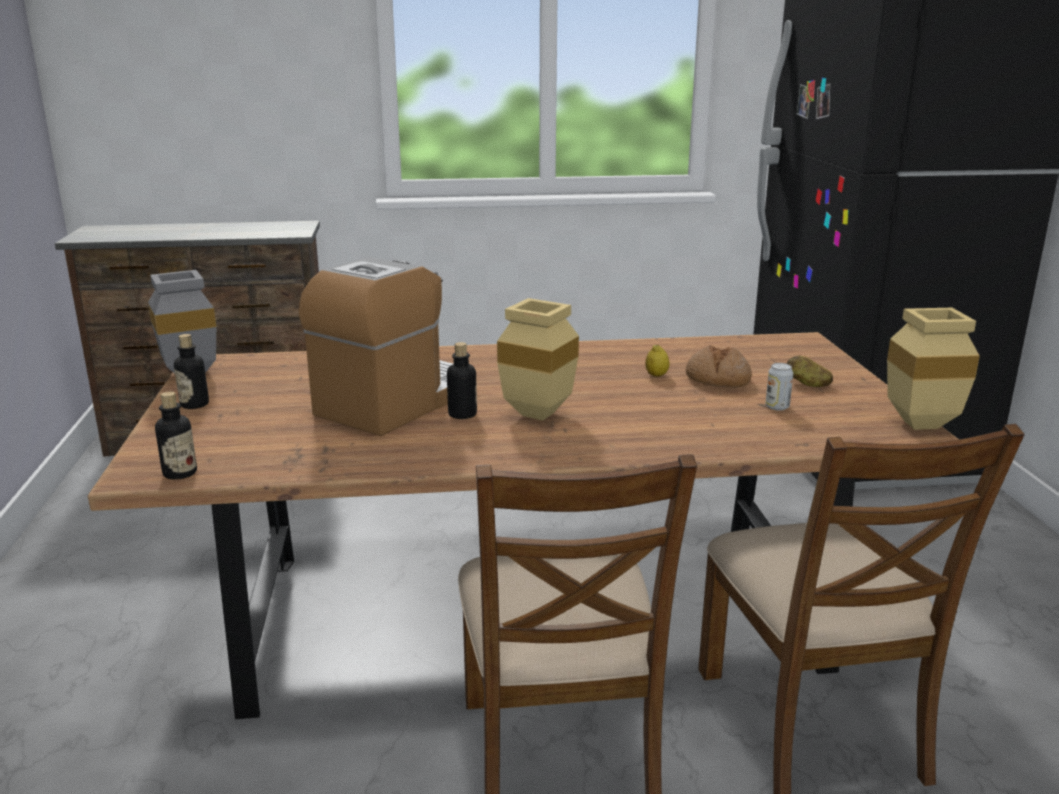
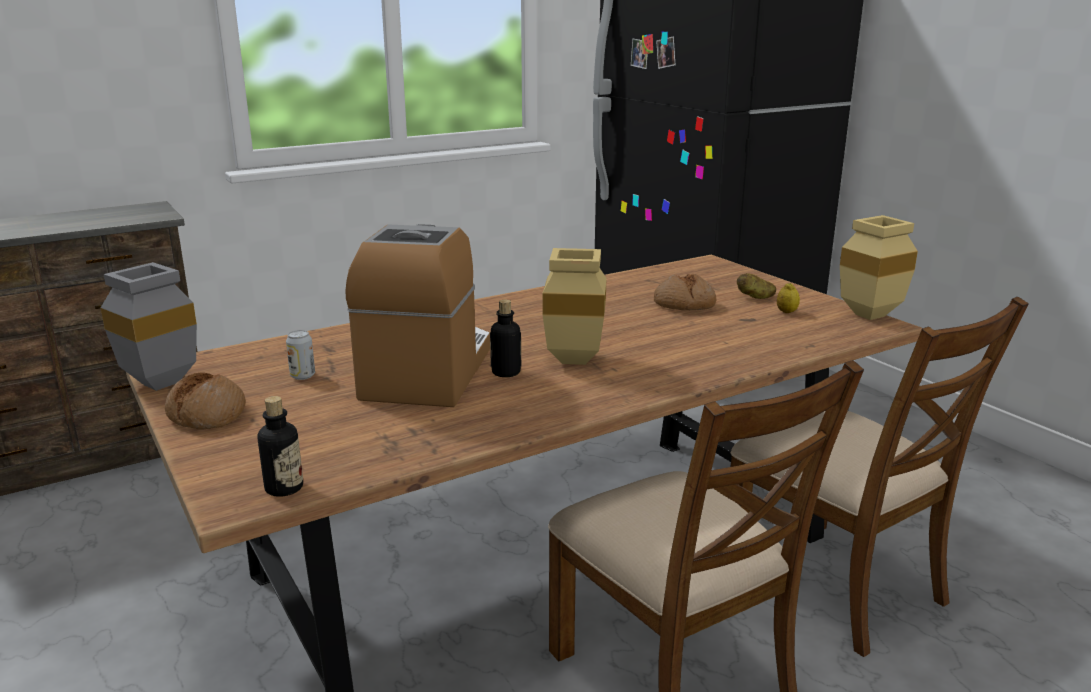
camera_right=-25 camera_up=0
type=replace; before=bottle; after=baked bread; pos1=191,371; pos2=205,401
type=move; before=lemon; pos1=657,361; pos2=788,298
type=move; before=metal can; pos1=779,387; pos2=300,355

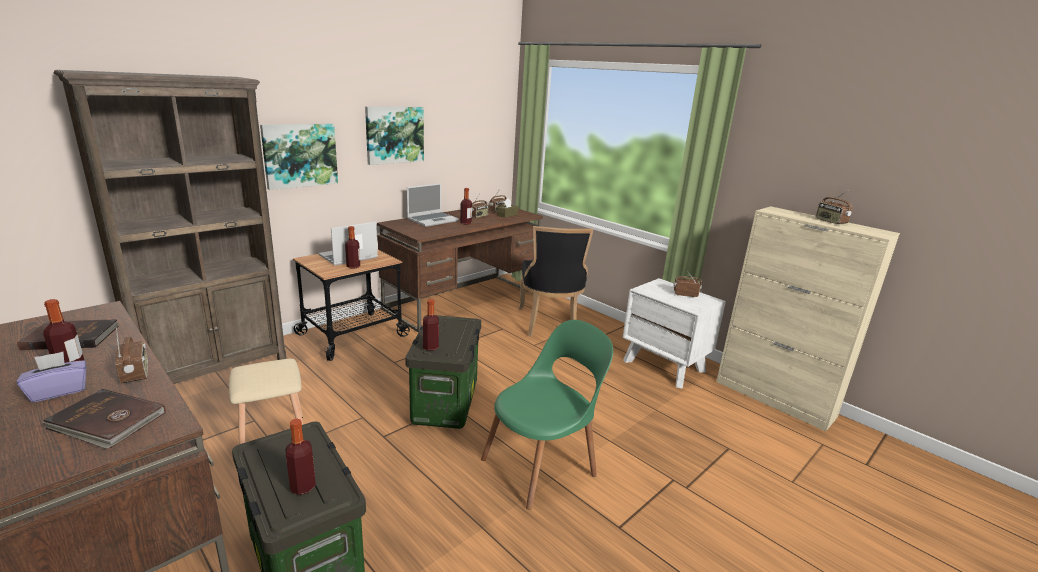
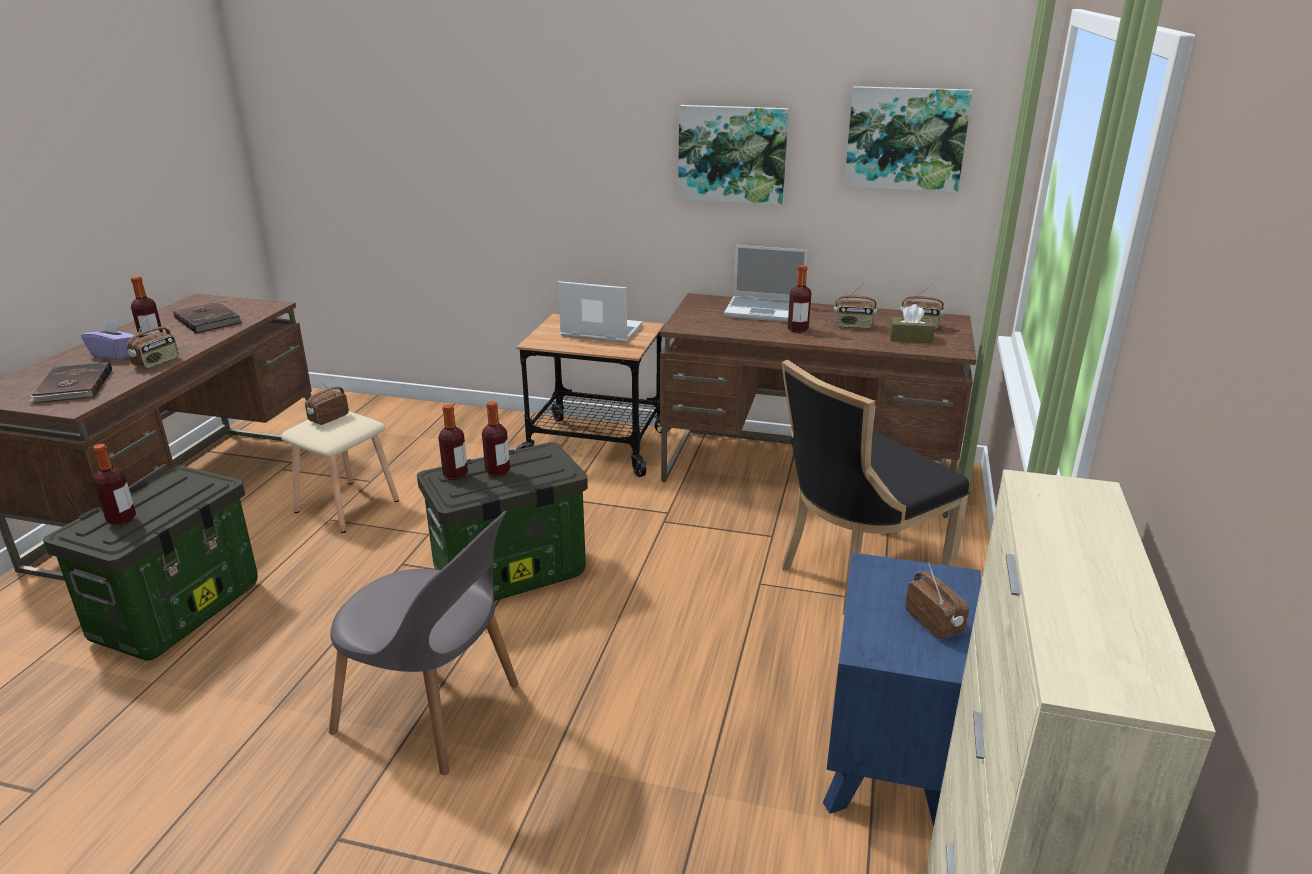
camera_right=60 camera_up=5
type=delete; before=bookcase in brownish; pos1=170,227
type=move; before=picture; pos1=299,156; pos2=908,139
type=move; before=radio; pos1=834,207; pos2=327,403
type=move; before=bottle; pos1=352,247; pos2=496,439
type=recolor; before=bedside table in whitish; after=bedside table in bluish; pos1=674,333; pos2=902,689
type=recolor; before=chair in green; after=chair in gray; pos1=547,415; pos2=423,643

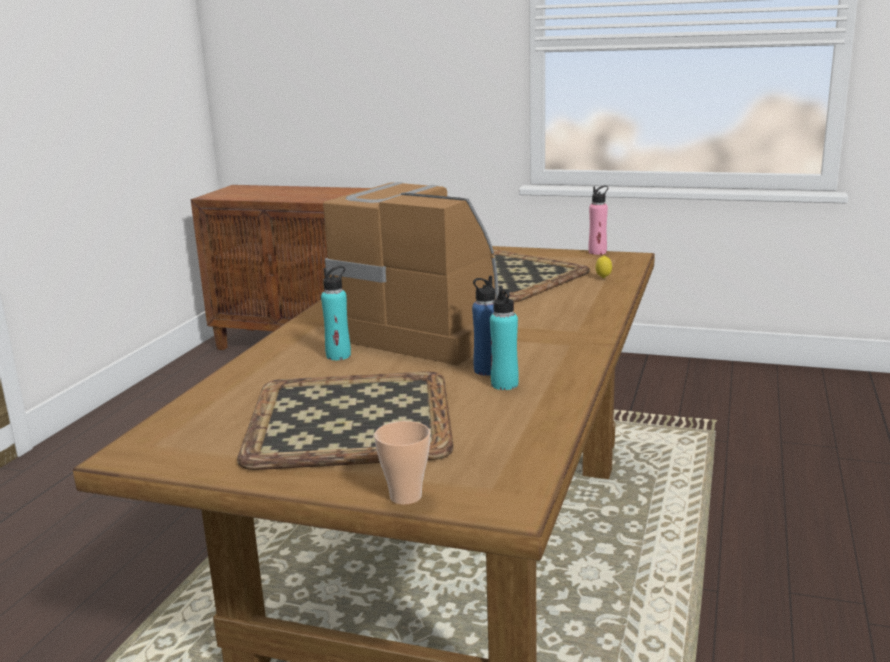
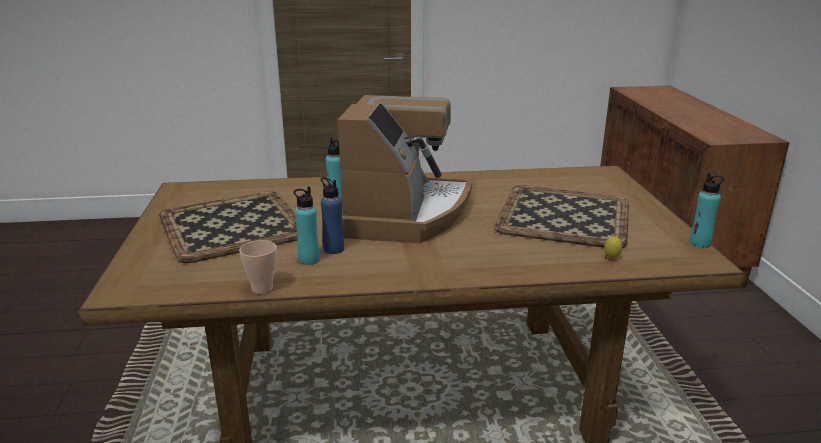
camera_right=65 camera_up=5
type=recolor; before=bottle in pink; after=bottle in blue-green; pos1=598,220; pos2=706,210
type=move; before=drinking cup; pos1=402,463; pos2=258,267

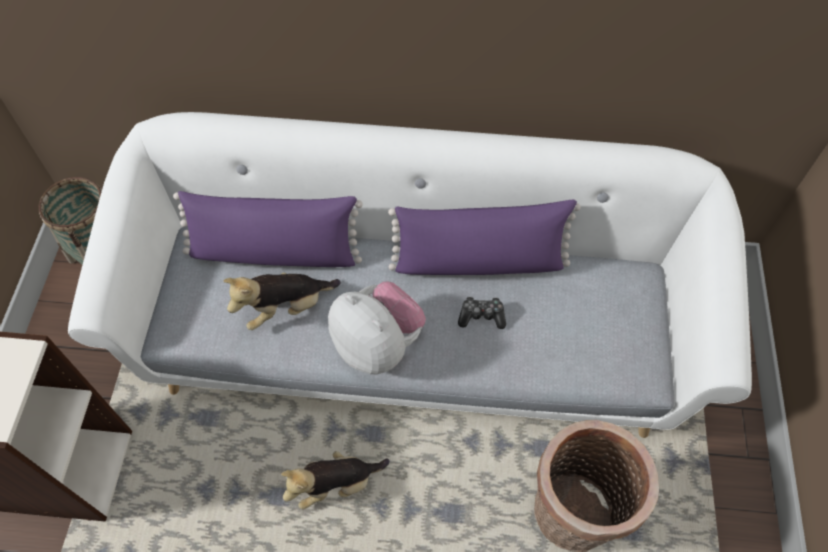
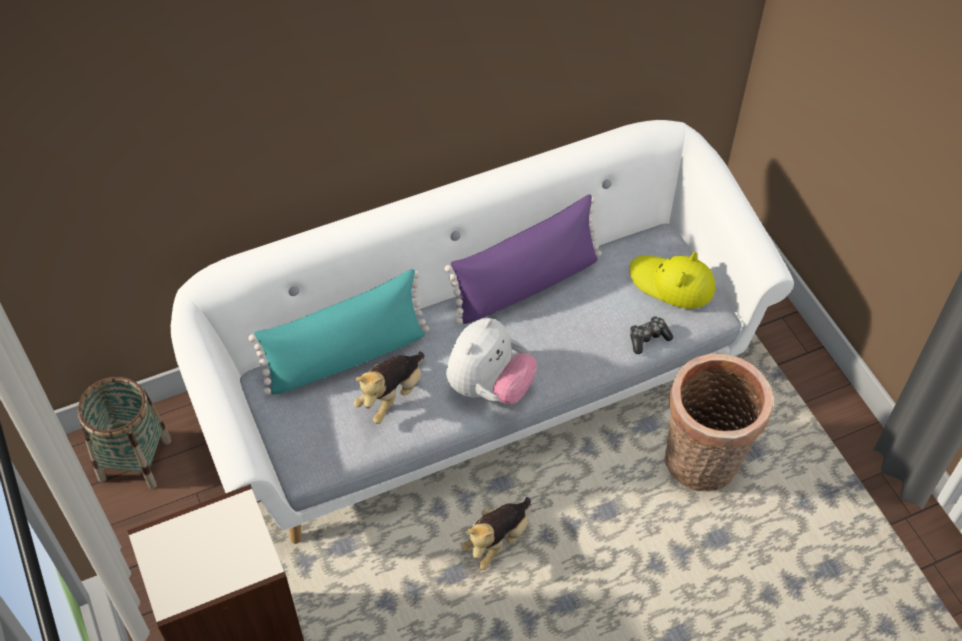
camera_right=-30 camera_up=-5
type=recolor; before=throw pillow in purple-coloured; after=throw pillow in blue-green; pos1=268,229; pos2=338,332
type=rotate; before=soft toy; pos1=377,327; pos2=491,361; turn=105
type=move; before=game controller; pos1=482,312; pos2=651,335
type=insert; after=hat in yellowish; pos2=672,280

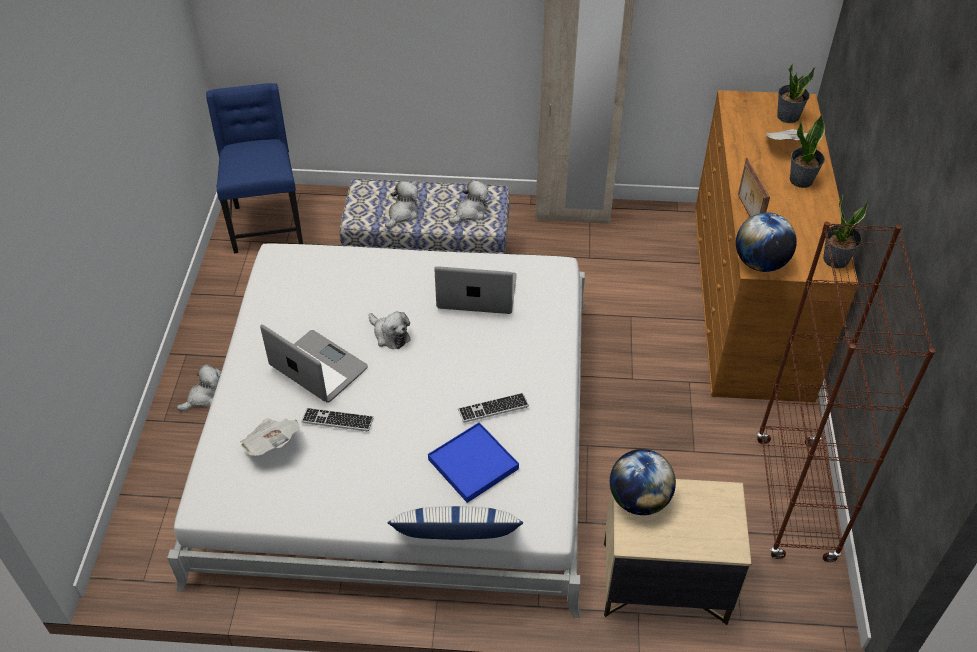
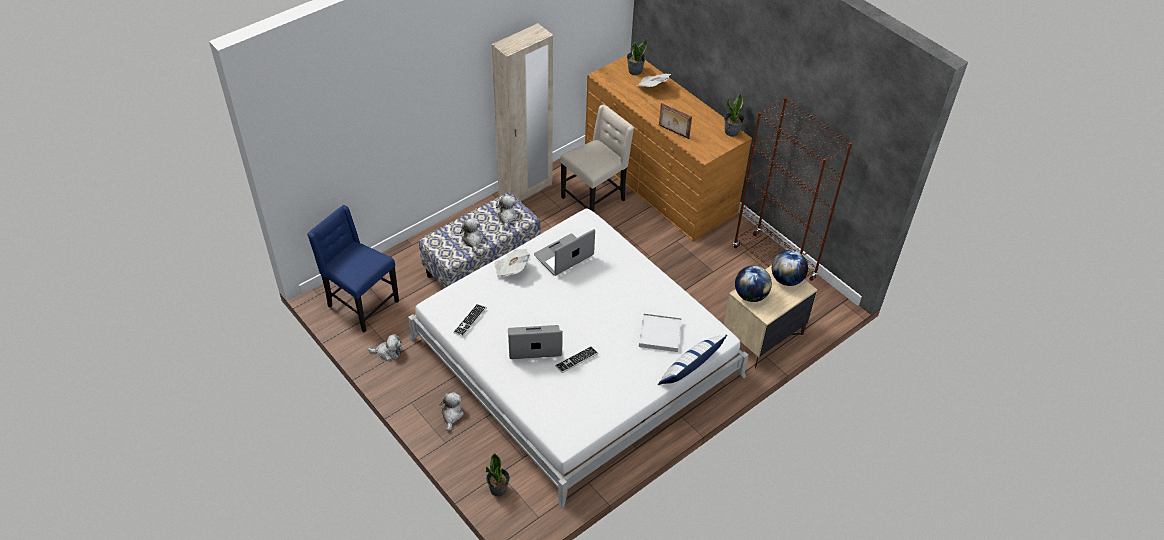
camera_right=-45 camera_up=0
type=move; before=potted plant; pos1=807,151; pos2=498,474
type=move; before=world globe; pos1=766,242; pos2=790,268
type=move; before=soft toy; pos1=389,330; pos2=384,347
type=move; before=PC keyboard; pos1=493,408; pos2=470,320
type=move; before=newspaper; pos1=270,437; pos2=512,263
type=recolor; before=carrying tray in bluish; after=carrying tray in whitish; pos1=473,462; pos2=660,332
type=insert; after=chair in beige-coloured; pos2=597,158

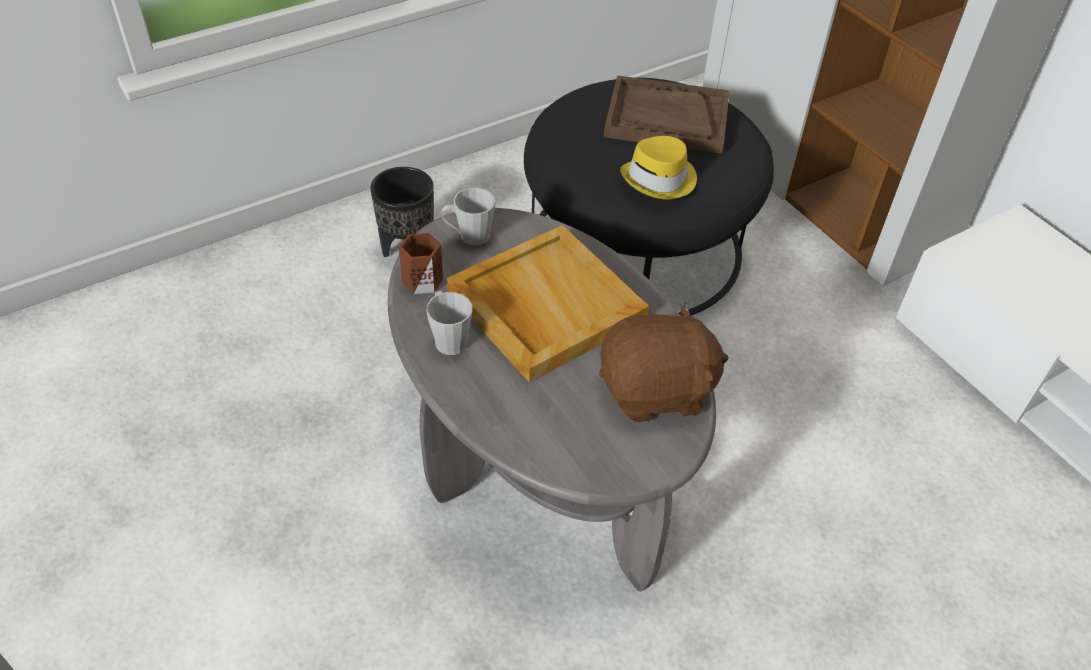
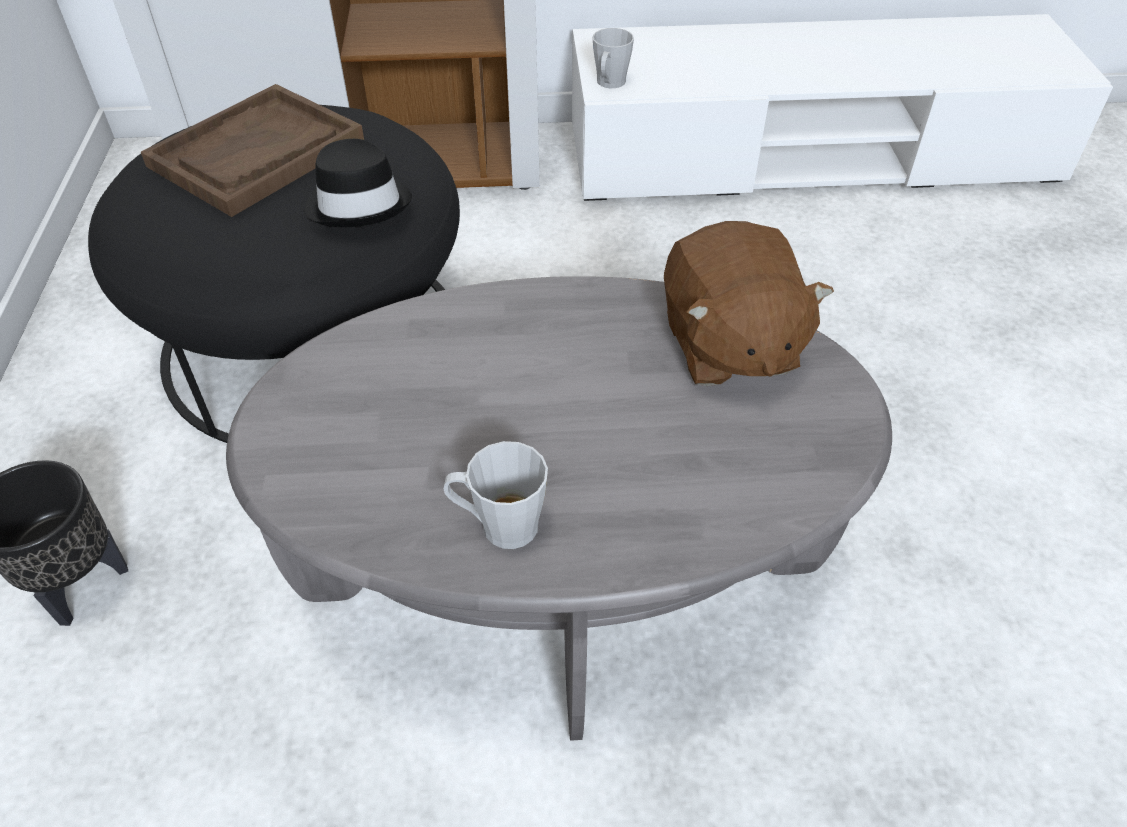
camera_right=-60 camera_up=0
type=recolor; before=hat in yellowish; after=hat in black; pos1=658,168; pos2=358,183
type=move; before=coffee mug in gray; pos1=468,216; pos2=613,58
type=delete; before=carrying tray in beige-coloured; pos1=548,304
type=delete; before=coffee mug in brownish; pos1=421,263
type=rotate; before=soft toy in brownish; pos1=664,362; pos2=749,303; turn=150

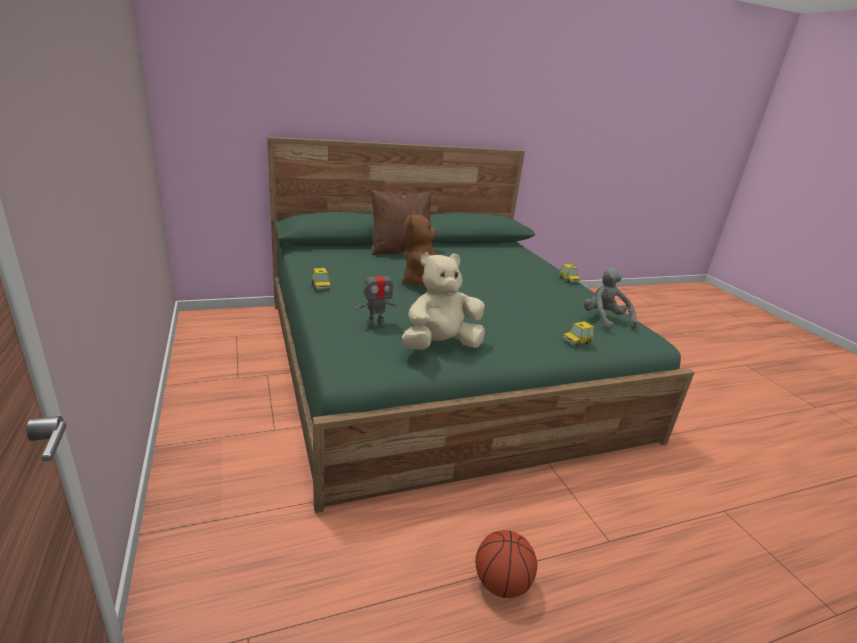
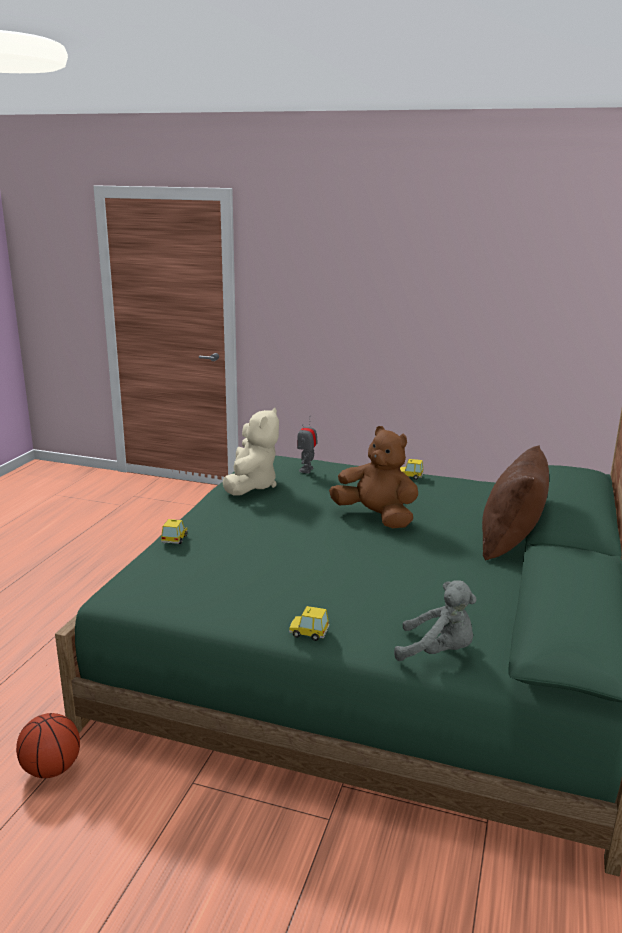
camera_right=130 camera_up=-5
type=move; before=soft toy in gray; pos1=610,299; pos2=435,620
type=move; before=ball for basketball; pos1=506,564; pos2=48,745

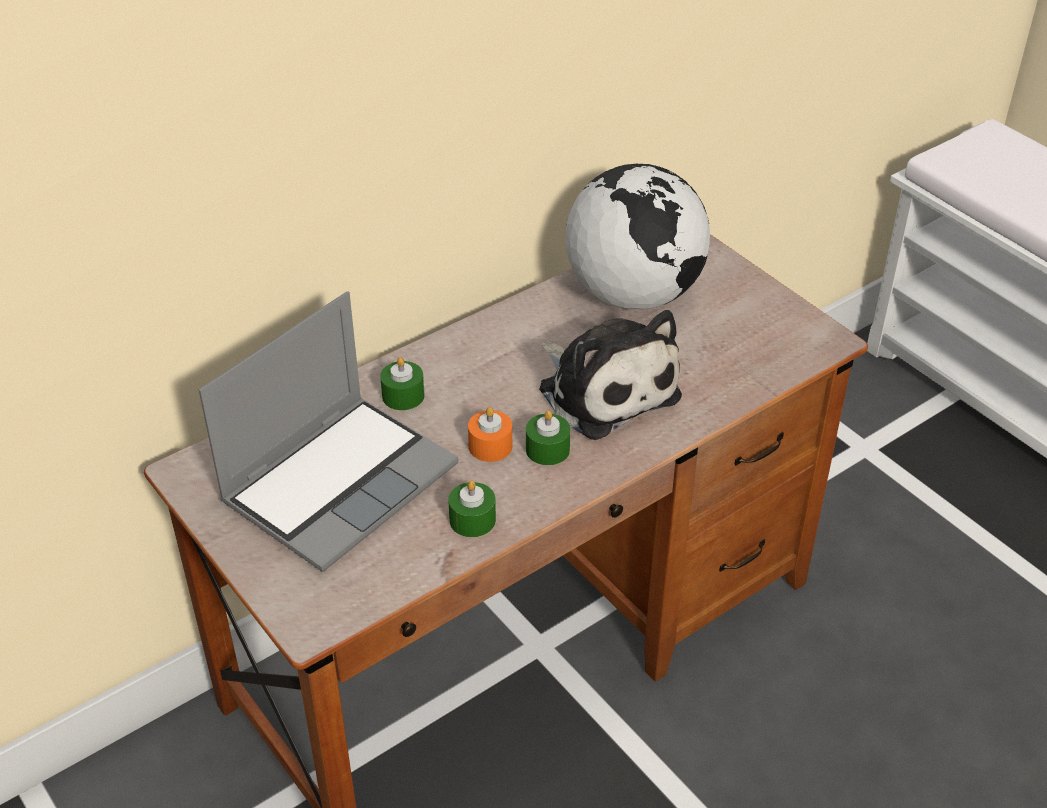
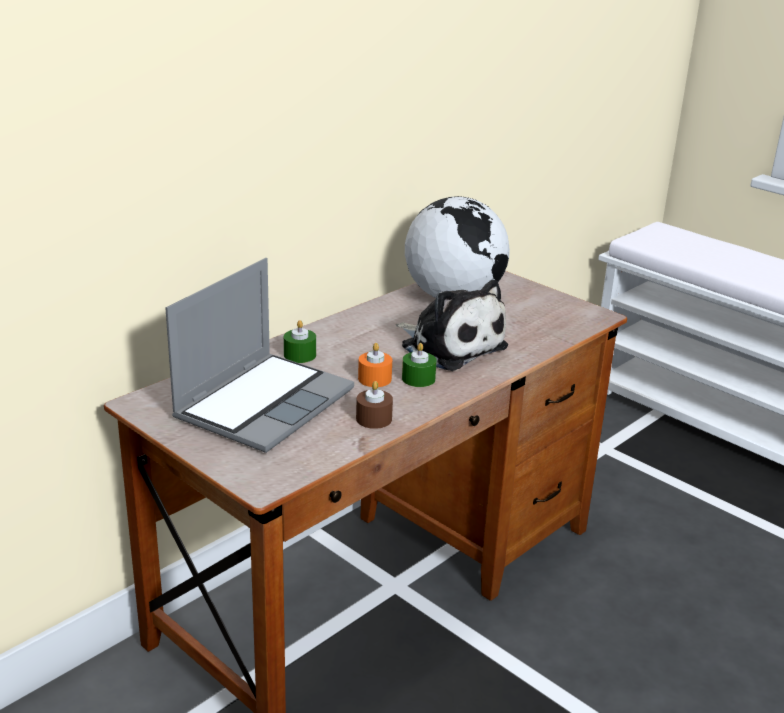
camera_right=-10 camera_up=-15
type=recolor; before=candle in green; after=candle in brownish; pos1=472,508; pos2=374,405

